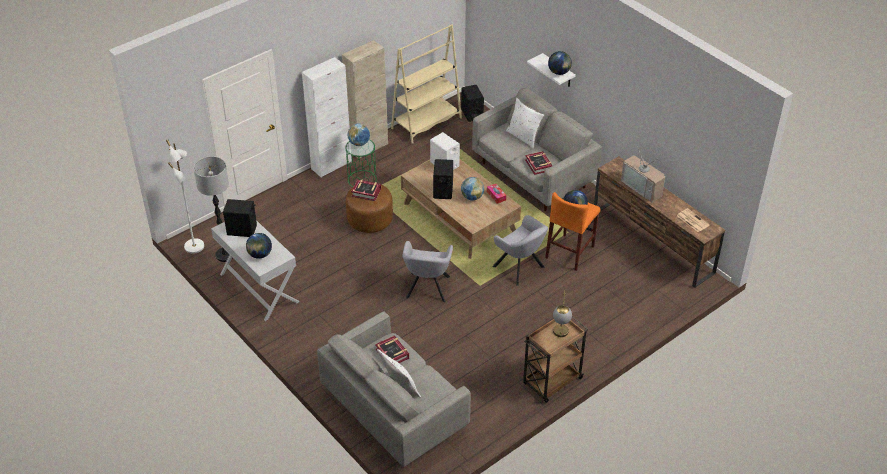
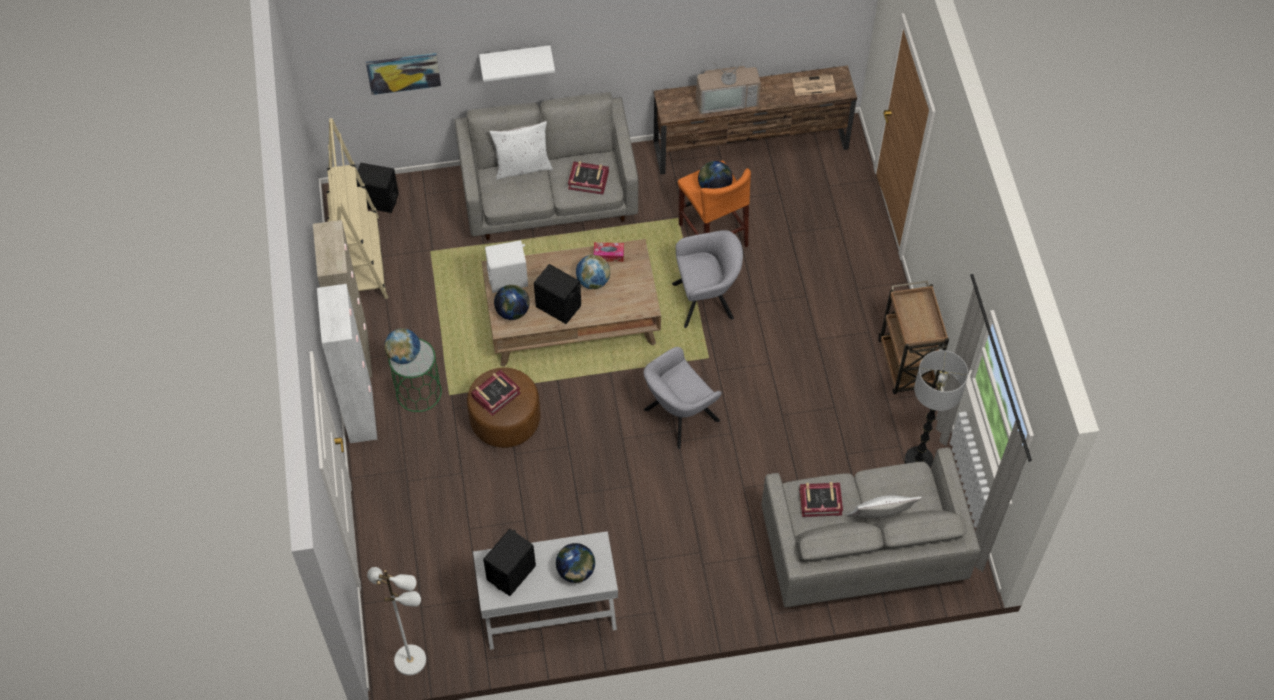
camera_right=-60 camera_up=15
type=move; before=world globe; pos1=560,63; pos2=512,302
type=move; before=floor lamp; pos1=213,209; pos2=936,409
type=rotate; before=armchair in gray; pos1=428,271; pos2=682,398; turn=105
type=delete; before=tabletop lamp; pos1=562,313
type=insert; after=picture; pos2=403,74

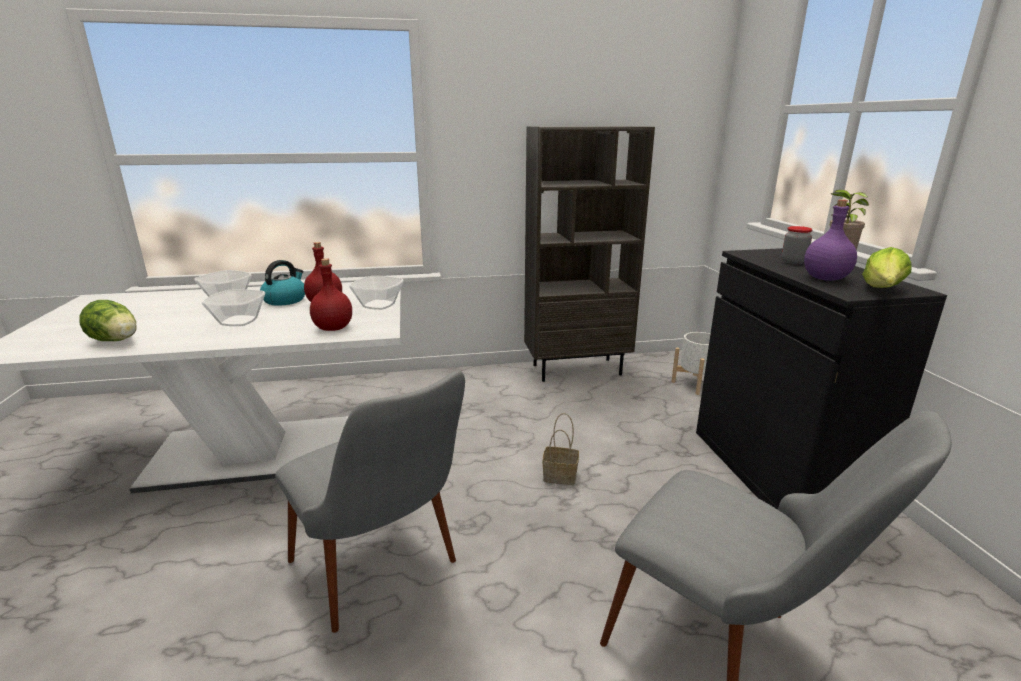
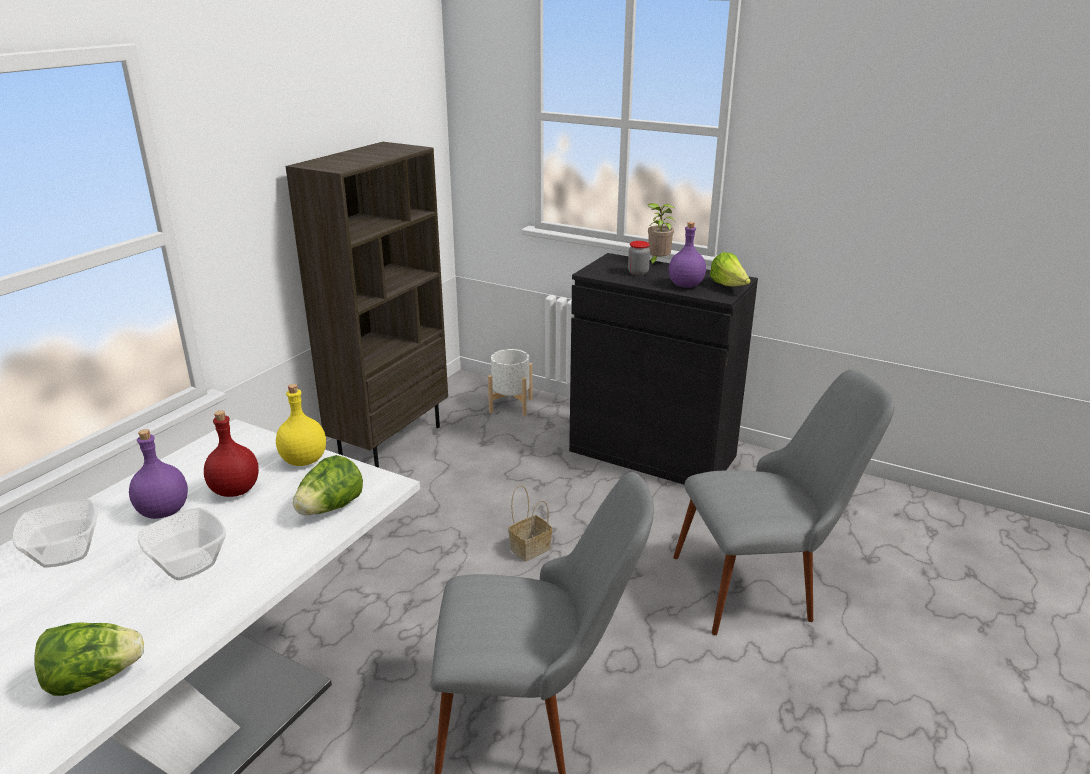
camera_right=-50 camera_up=5
type=replace; before=bottle in red-coloured; after=lettuce head; pos1=331,294; pos2=328,485
type=replace; before=water kettle; after=bottle in purple-coloured; pos1=282,283; pos2=158,474
type=replace; before=serving bowl; after=bottle in yellowish; pos1=376,293; pos2=301,425

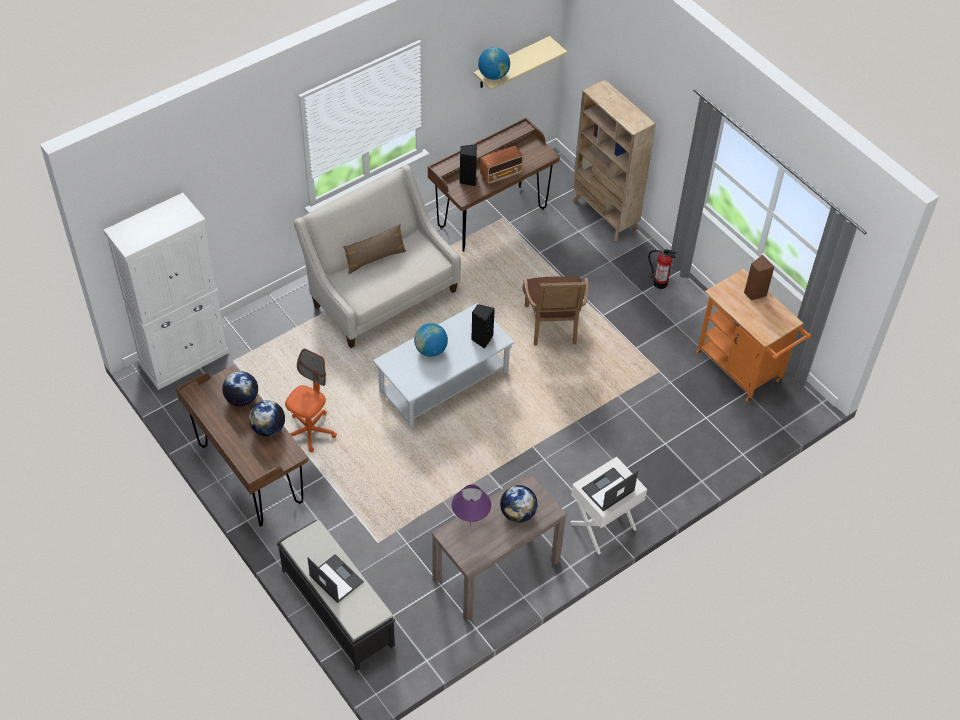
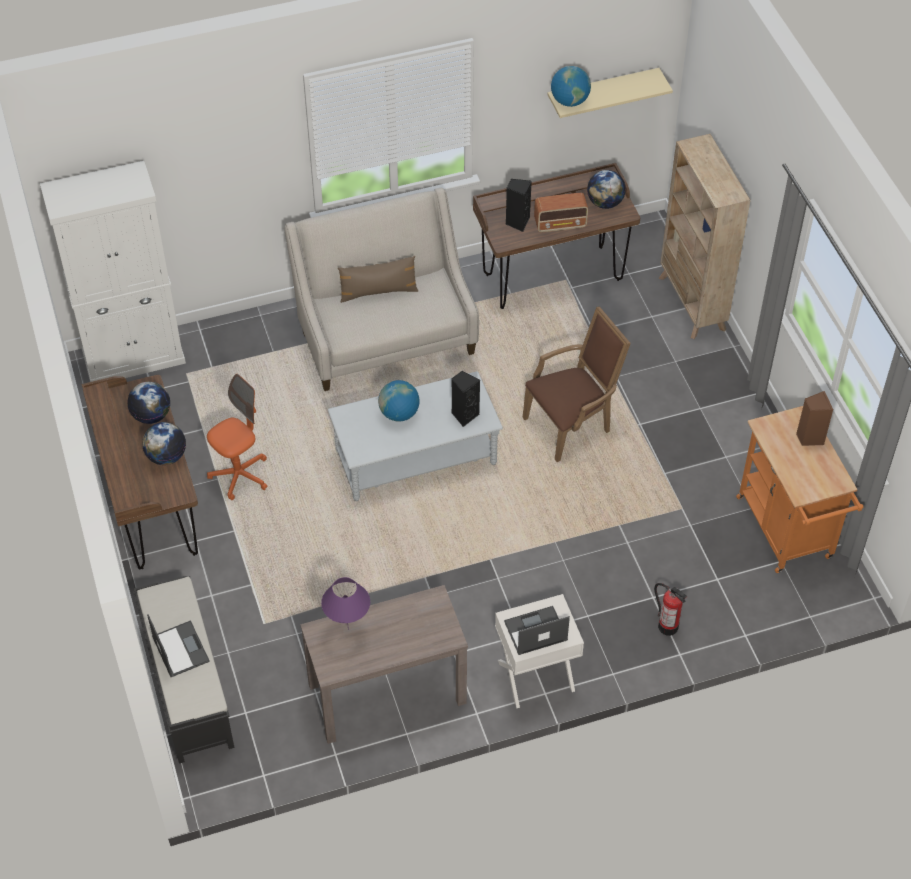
camera_right=20 camera_up=0
type=move; before=extinguisher; pos1=662,269; pos2=671,609
type=rotate; before=armchair in brownish; pos1=555,310; pos2=576,384; turn=-135
type=move; before=world globe; pos1=519,504; pos2=606,189

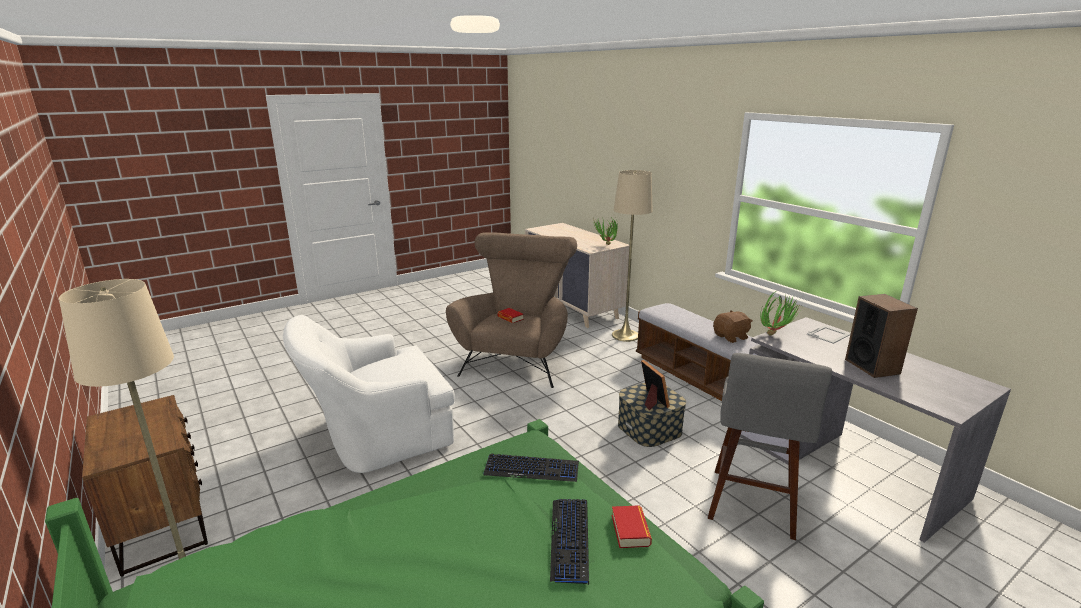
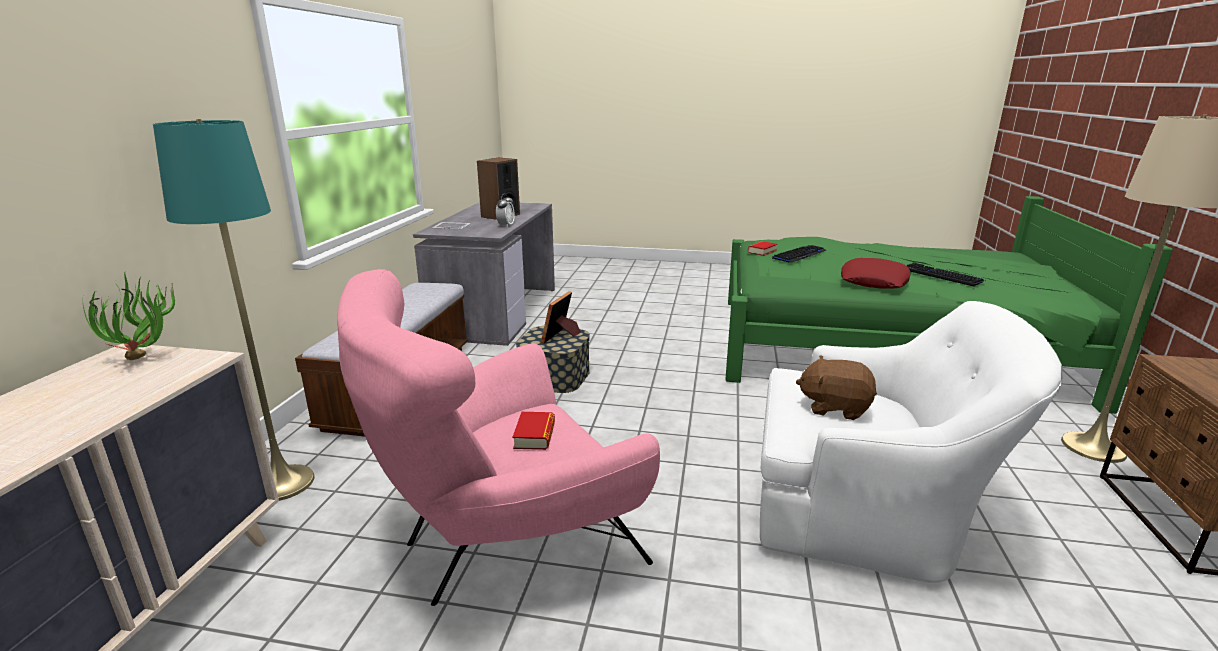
camera_right=-135 camera_up=0
type=recolor; before=floor lamp in beige-coloured; after=floor lamp in blue-green; pos1=632,256; pos2=234,310
type=recolor; before=armchair in brownish; after=armchair in pink; pos1=511,310; pos2=498,437
type=delete; before=potted plant; pos1=780,314
type=move; before=soft toy in brownish; pos1=733,326; pos2=836,387
type=delete; before=stool in gray; pos1=770,446
type=move; before=PC keyboard; pos1=531,467; pos2=946,275
type=insert; after=alarm clock; pos2=505,210
type=insert; after=throw pillow in red-coloured; pos2=876,273

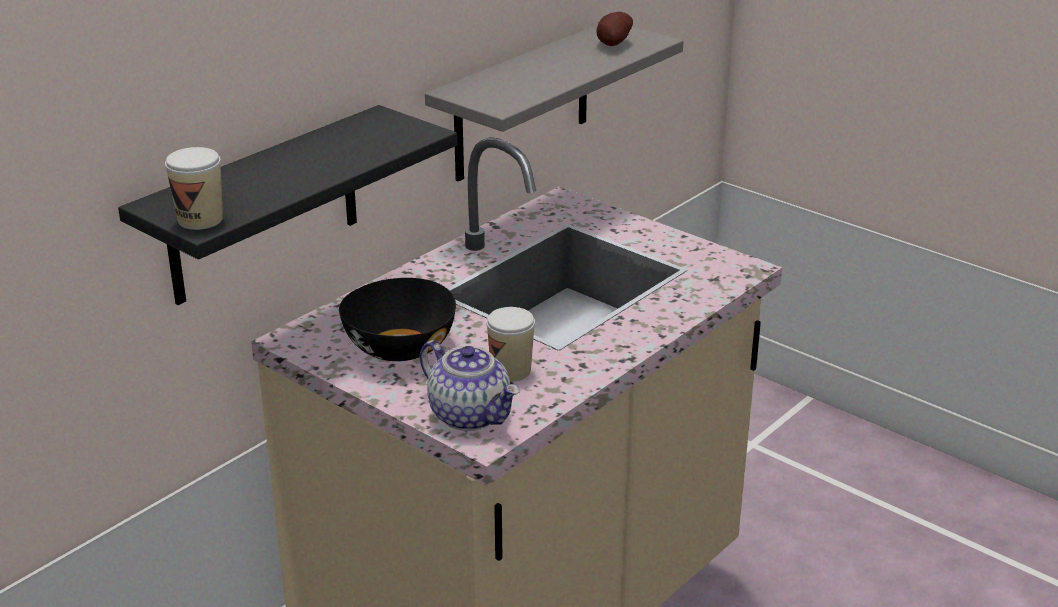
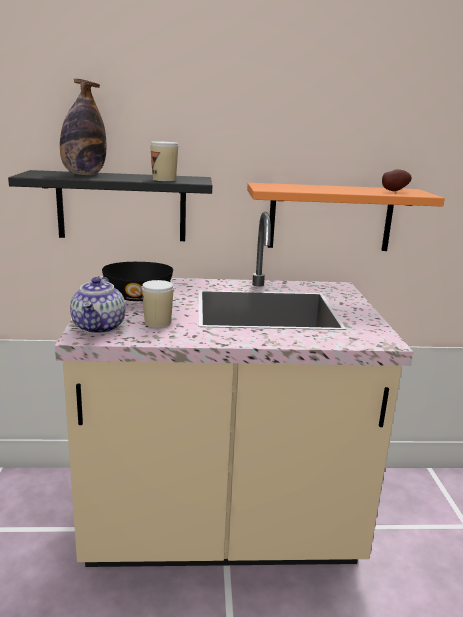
camera_right=45 camera_up=-10
type=recolor; before=wall shelf in gray; after=wall shelf in orange; pos1=554,103; pos2=346,217
type=move; before=drinking cup; pos1=194,188; pos2=164,161
type=insert; after=bottle; pos2=83,127

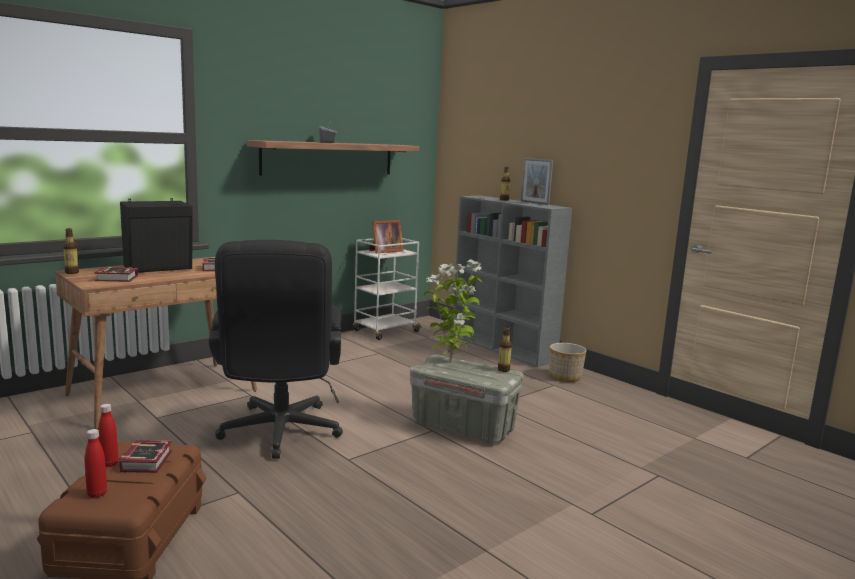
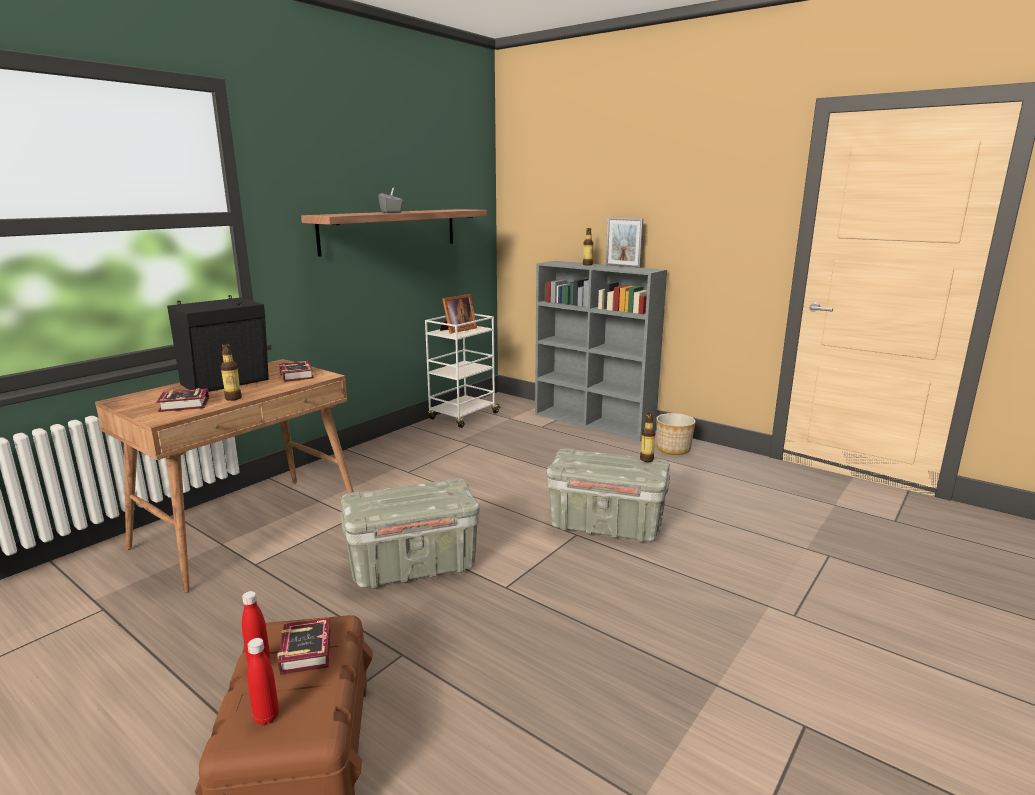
camera_right=-10 camera_up=5
type=move; before=bottle; pos1=71,251; pos2=231,372
type=replace; before=desk chair in black; after=storage bin in gray; pos1=276,349; pos2=410,533
type=delete; before=potted plant; pos1=453,311

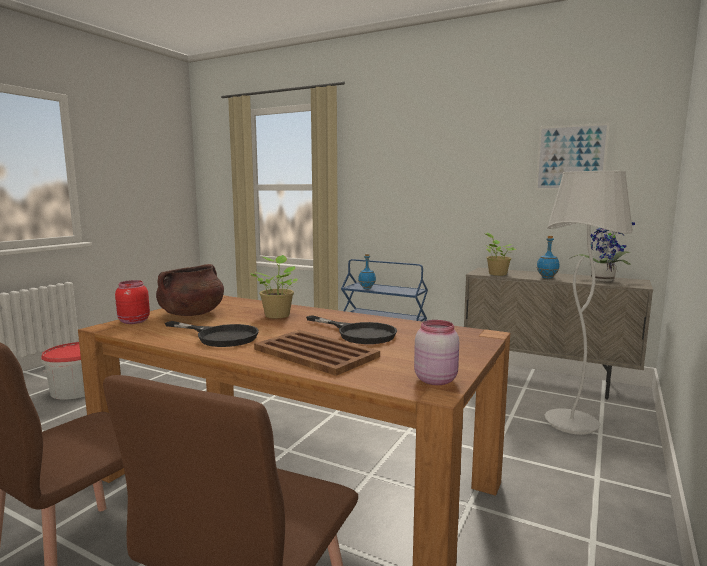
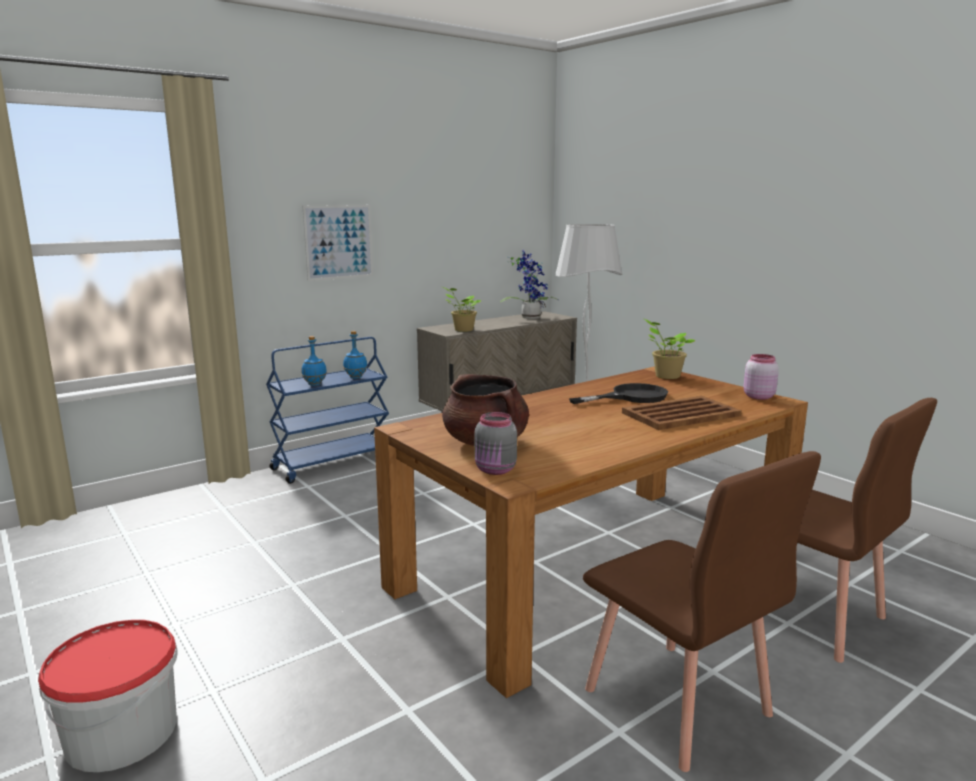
camera_right=-65 camera_up=5
type=move; before=picture; pos1=572,156; pos2=338,243
type=move; before=bottle in bluish; pos1=548,257; pos2=355,355
type=move; before=potted plant; pos1=274,287; pos2=669,349
type=recolor; before=storage jar in red-coloured; after=storage jar in gray; pos1=132,302; pos2=496,443
type=delete; before=frying pan in black; pos1=212,334

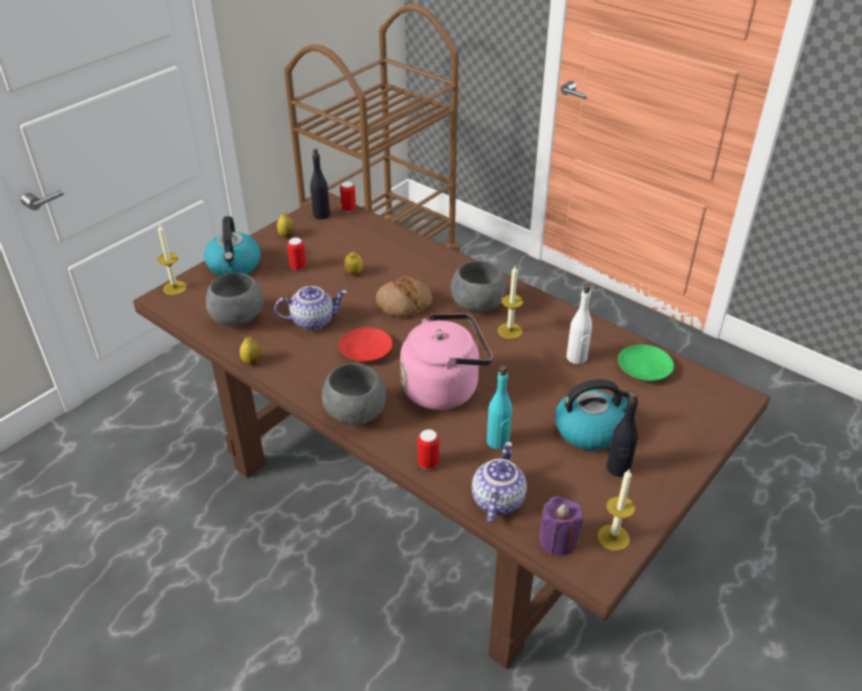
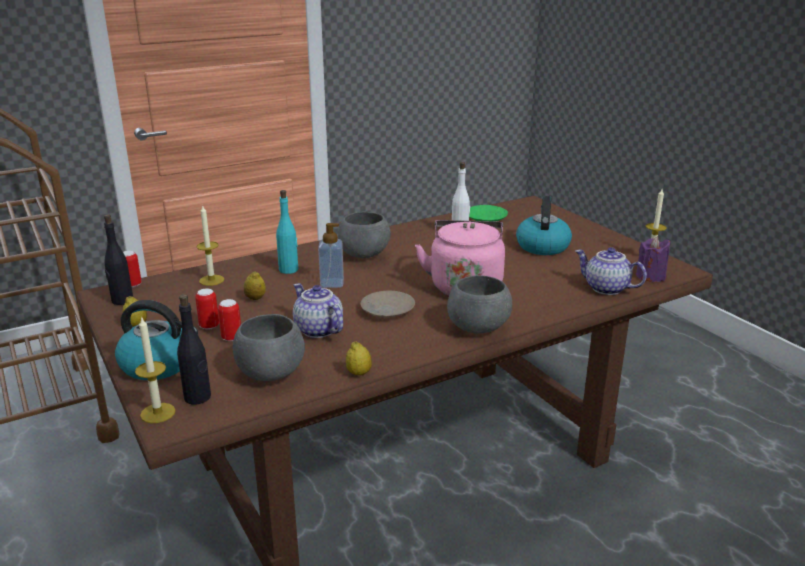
camera_right=-70 camera_up=-15
type=move; before=candle; pos1=510,302; pos2=210,245
type=replace; before=baked bread; after=soap dispenser; pos1=404,296; pos2=331,255
type=rotate; before=teapot; pos1=310,308; pos2=318,310; turn=-45
type=recolor; before=flat dish in red-coloured; after=flat dish in beige-coloured; pos1=366,344; pos2=387,304
type=move; before=bottle in blue-green; pos1=499,407; pos2=287,232
type=move; before=bottle in black; pos1=622,434; pos2=194,349
type=move; before=metal can; pos1=428,449; pos2=229,320

